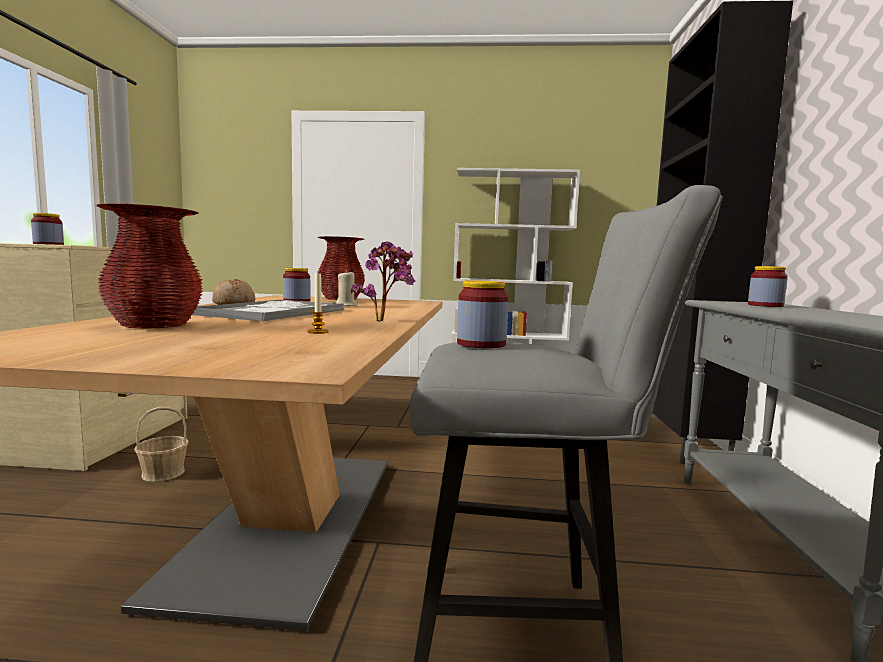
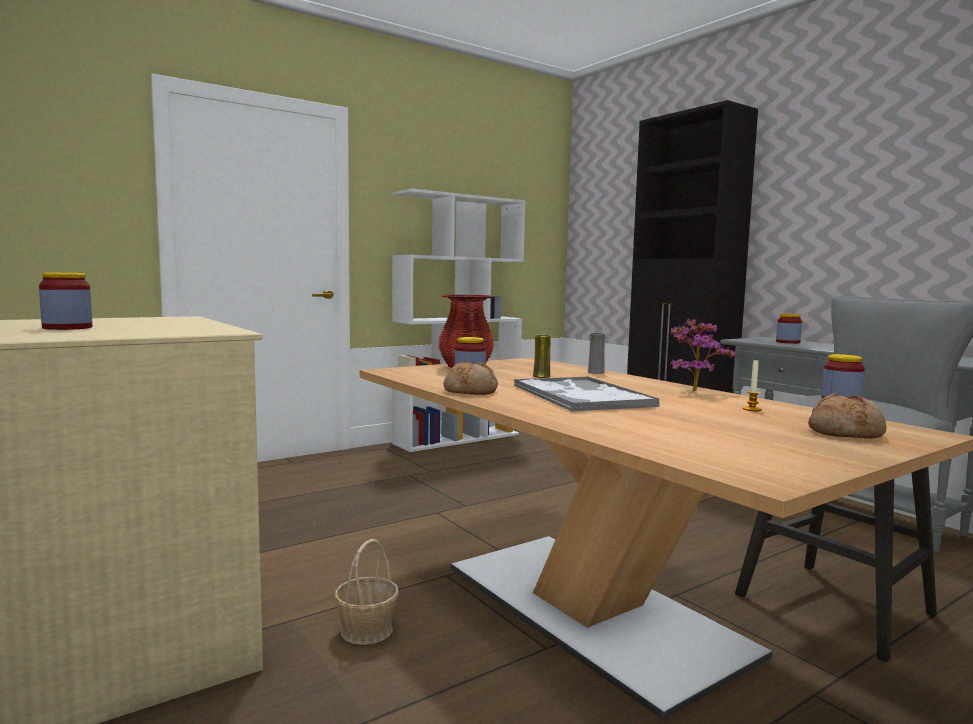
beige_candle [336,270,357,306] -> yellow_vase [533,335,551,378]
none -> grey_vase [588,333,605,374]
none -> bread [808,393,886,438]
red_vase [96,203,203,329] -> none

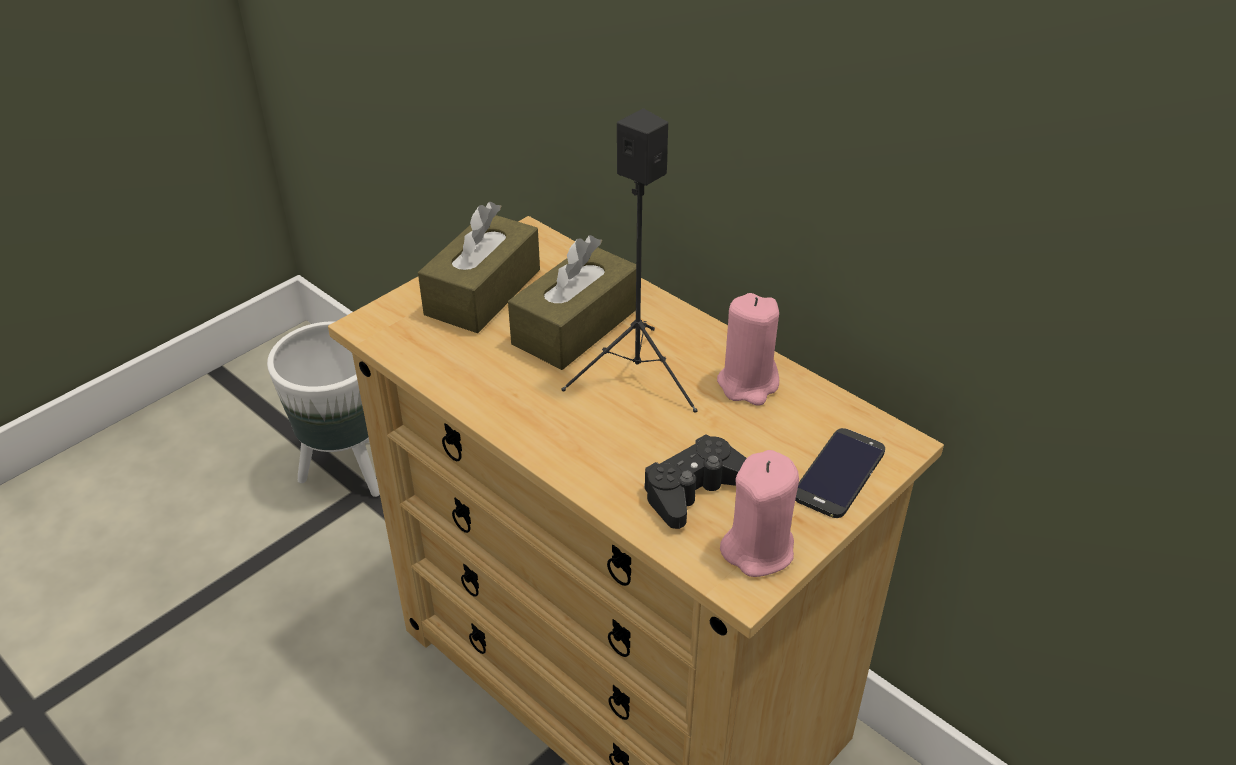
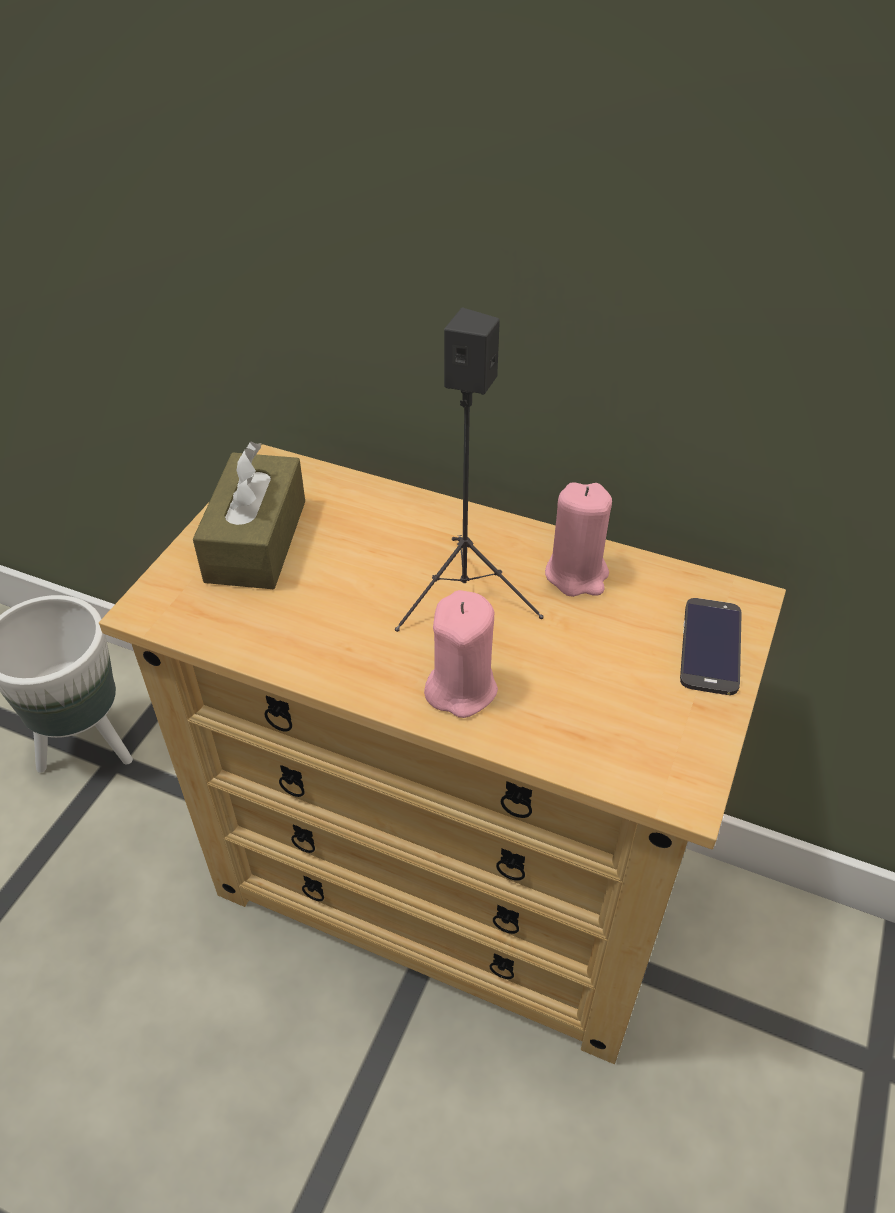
pink_candle [720,450,799,577] -> pink_candle [424,590,498,718], relocated
brown_tissue_box [508,235,636,370] -> none
black_game_controller [644,434,747,529] -> none

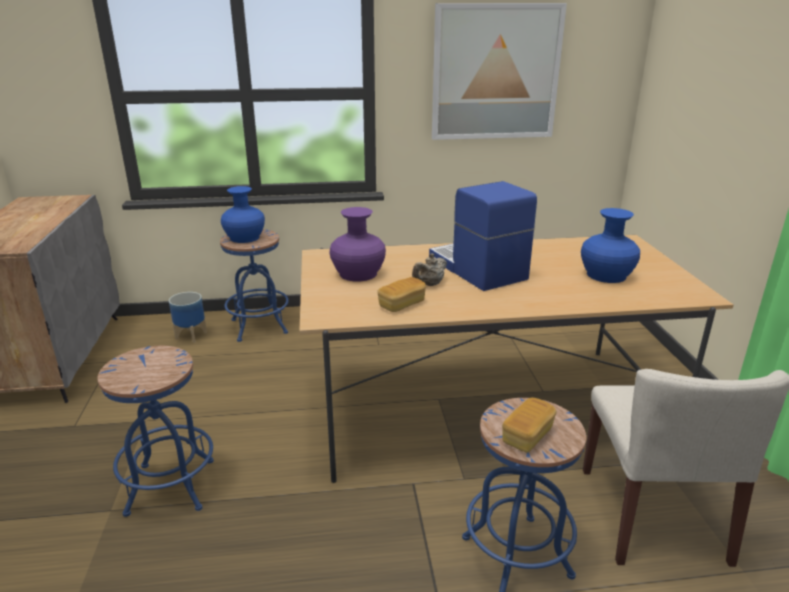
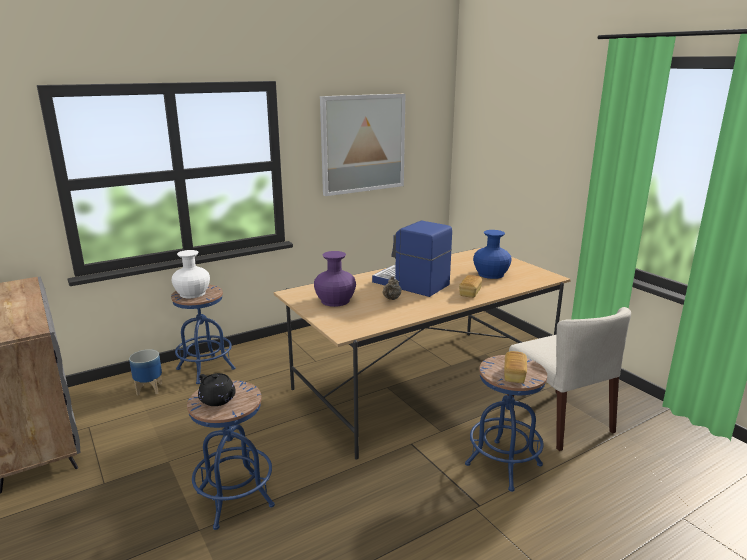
blue_vase [221,186,265,243] -> white_vase [172,250,210,298]
none -> black_teapot [198,373,236,406]
bread [377,277,426,312] -> bread [459,275,482,298], relocated

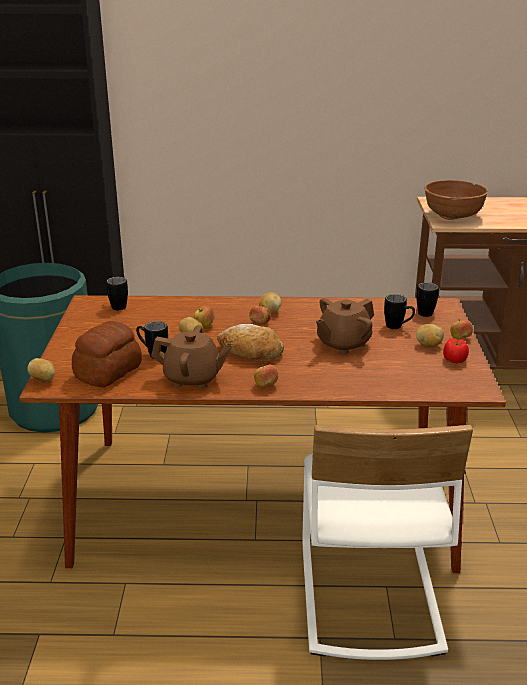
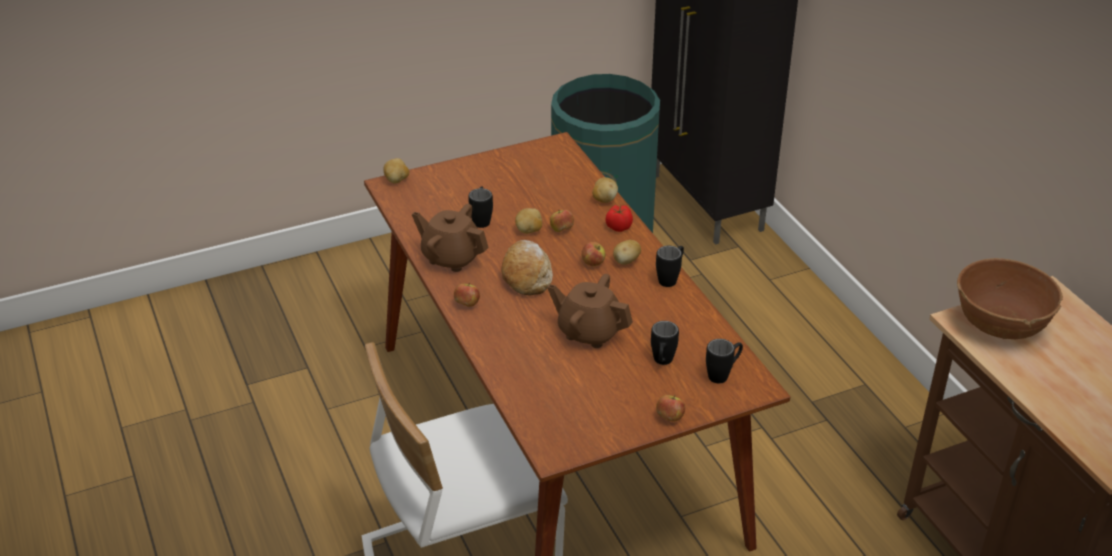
brown_teapot [151,325,233,389] -> brown_teapot [412,204,489,272], 135 degrees clockwise
potato [416,324,444,347] -> potato [592,177,618,203], relocated
tomato [443,338,469,363] -> tomato [605,205,633,232], relocated
black_mug [106,277,128,310] -> black_mug [656,246,684,287], relocated
bread [72,321,142,387] -> none

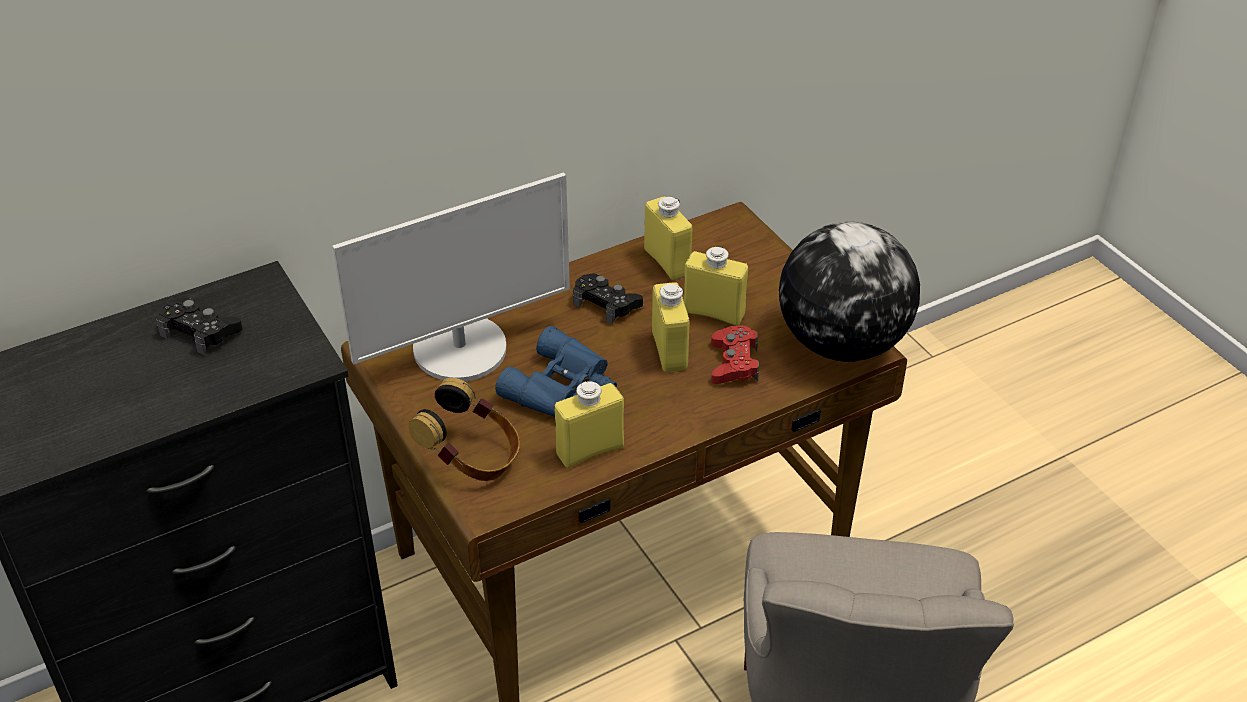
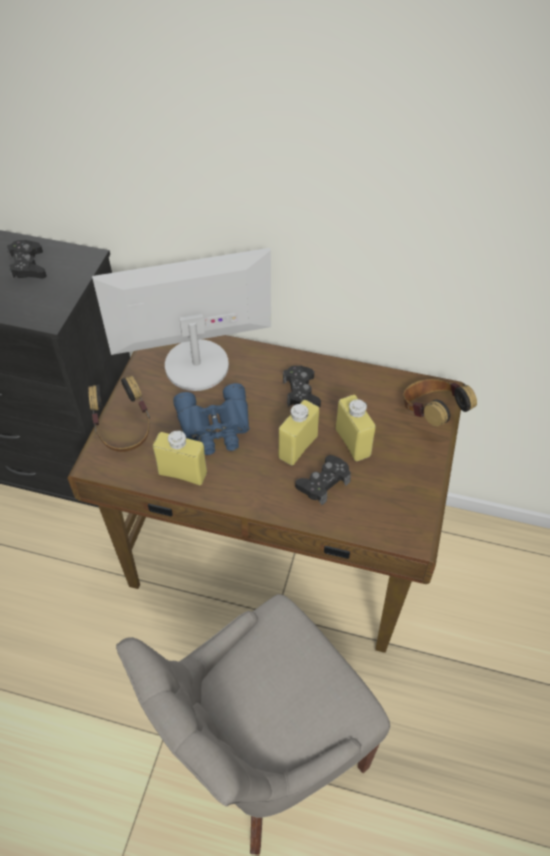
monitor [332,172,570,381] -> monitor [92,248,271,391], 150 degrees clockwise
red_game_controller [711,325,759,384] -> black_game_controller [295,455,351,505]
none -> headphones [403,379,477,427]
yellow_bottle [644,197,692,280] -> none
globe [779,222,920,362] -> none

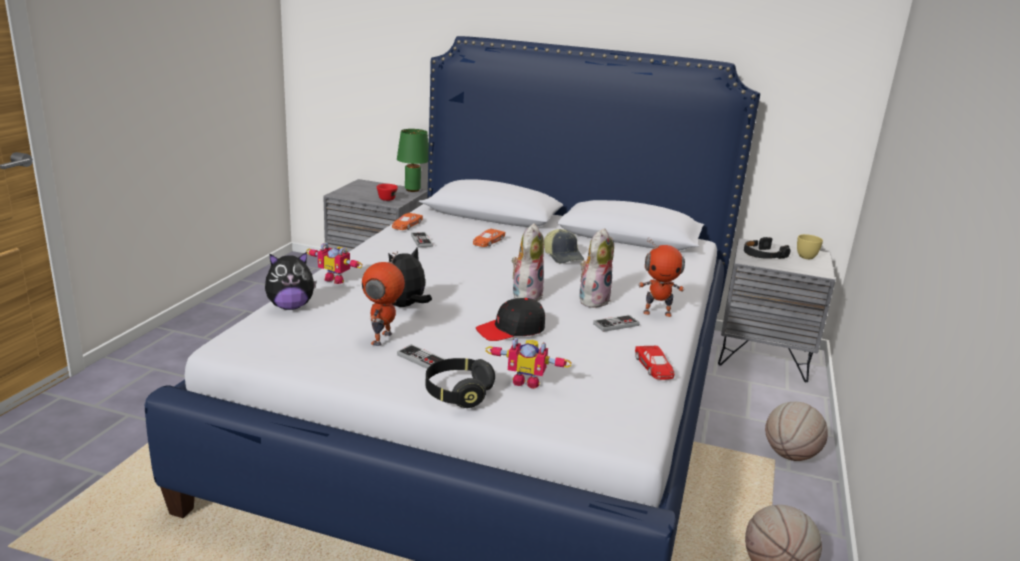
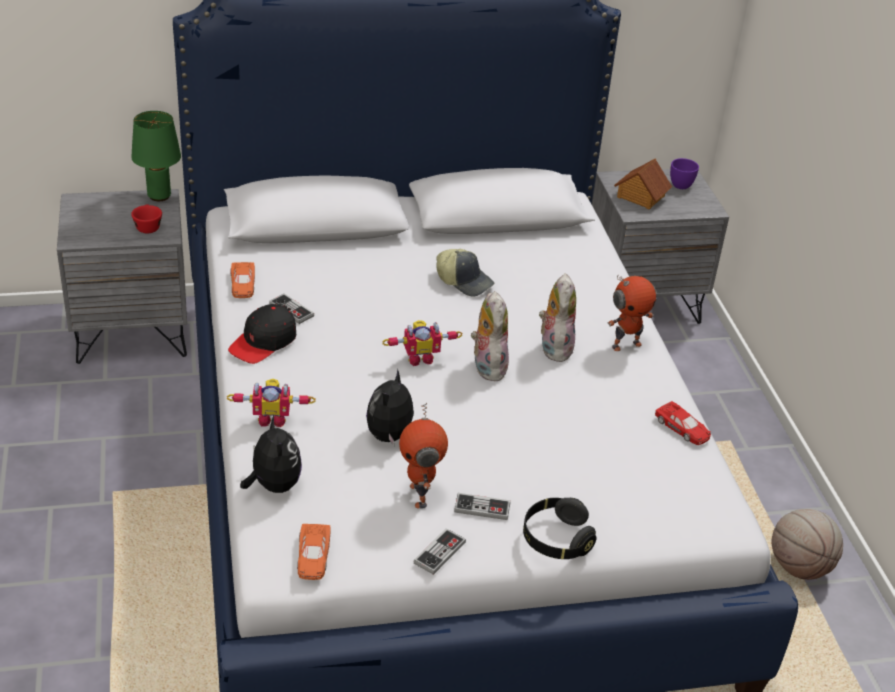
black_cap [476,298,545,341] -> black_cap [228,304,296,364], relocated
plush_toy [265,252,317,310] -> plush_toy [240,416,302,493], 60 degrees counterclockwise
orange_toy_car [473,229,505,247] -> orange_toy_car [297,524,331,580], relocated
toy_robot [485,337,572,389] -> toy_robot [382,320,463,366], relocated
game_controller [593,315,639,332] -> game_controller [413,528,466,575], relocated
black_headphones [744,237,791,259] -> toy_house [614,158,672,209]
yellow_cup [797,234,823,259] -> purple_cup [670,158,699,189]
basketball [765,401,828,461] -> none

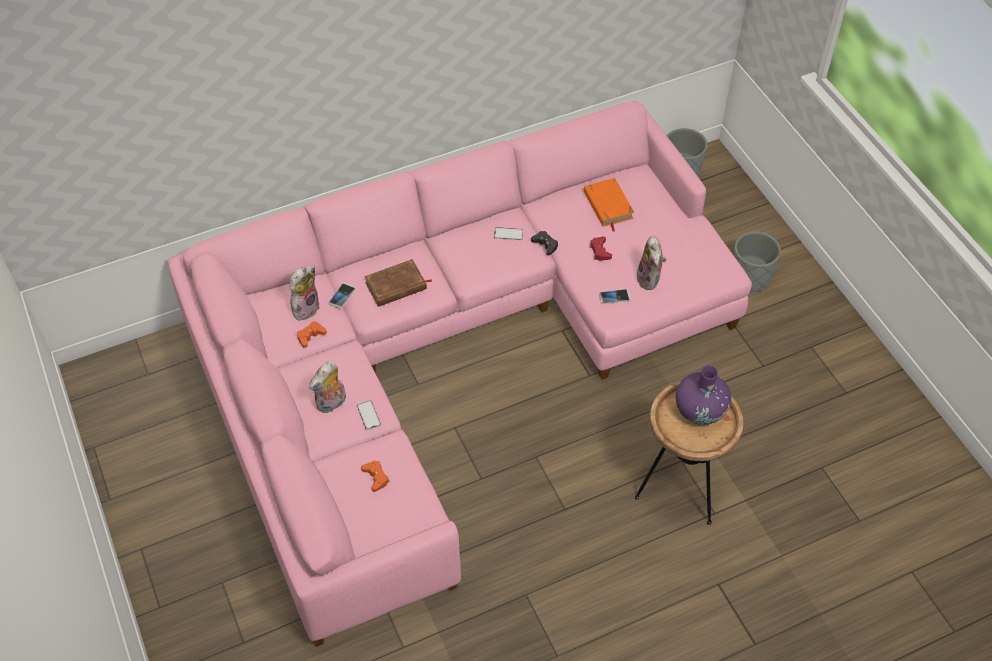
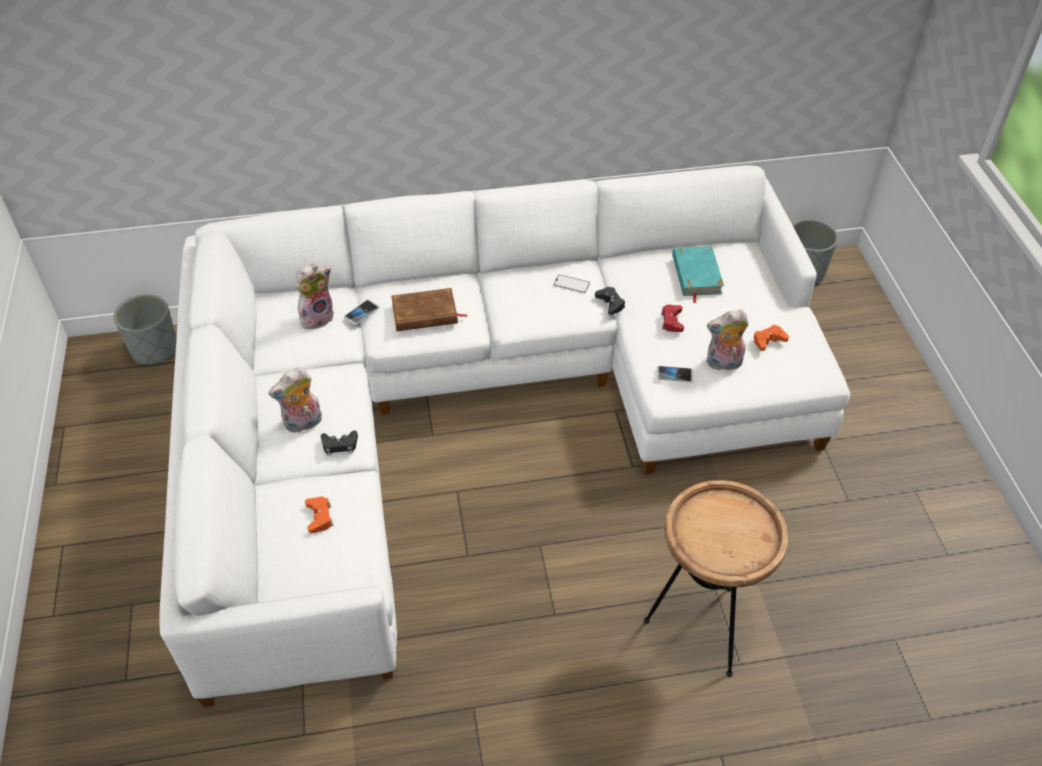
grey_planter [733,231,781,292] -> grey_planter [114,294,176,365], relocated
pink_sofa [168,101,752,647] -> white_sofa [159,165,850,707]
phone [357,400,381,430] -> black_game_controller [321,431,358,456]
orange_book [584,178,634,231] -> turquoise_book [672,246,724,303]
plush_toy [636,235,667,290] -> plush_toy [707,310,749,370], 75 degrees clockwise
orange_game_controller [297,321,327,348] -> orange_game_controller [753,324,789,351], relocated
purple_vase [676,365,731,425] -> none

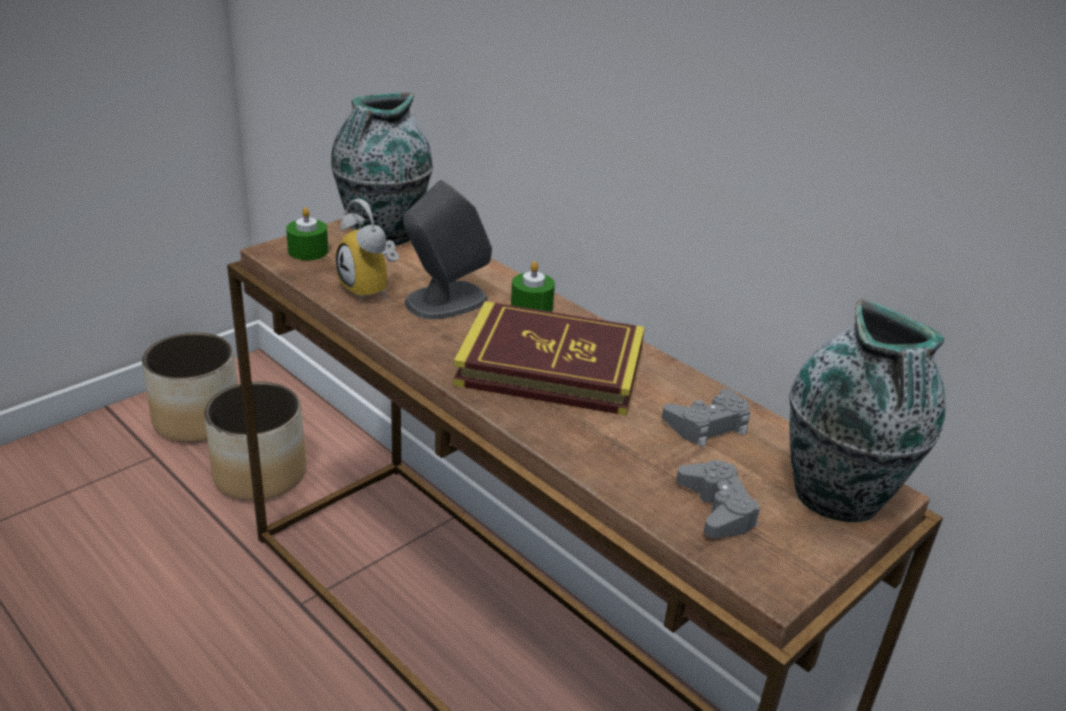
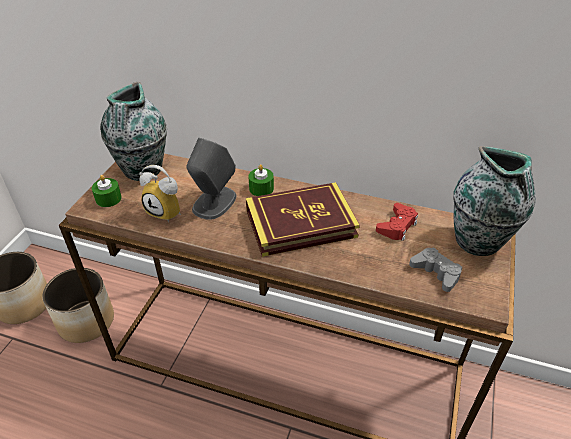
grey_game_controller [662,389,750,447] -> red_game_controller [376,203,418,241]

